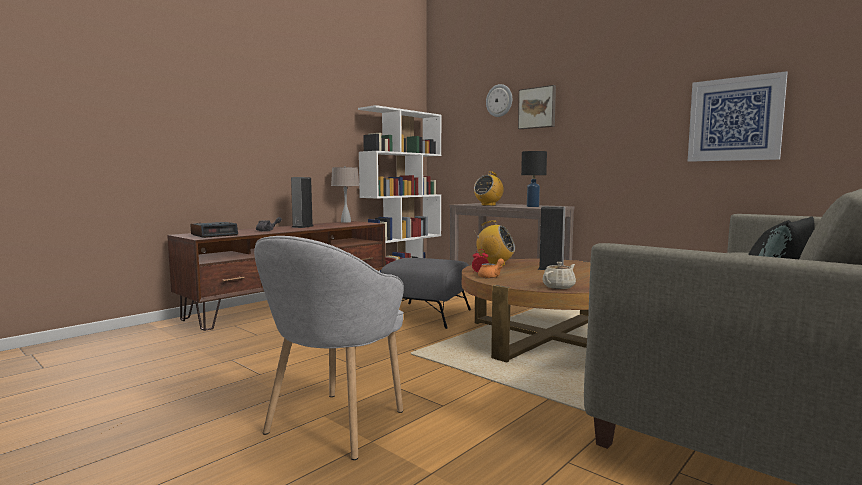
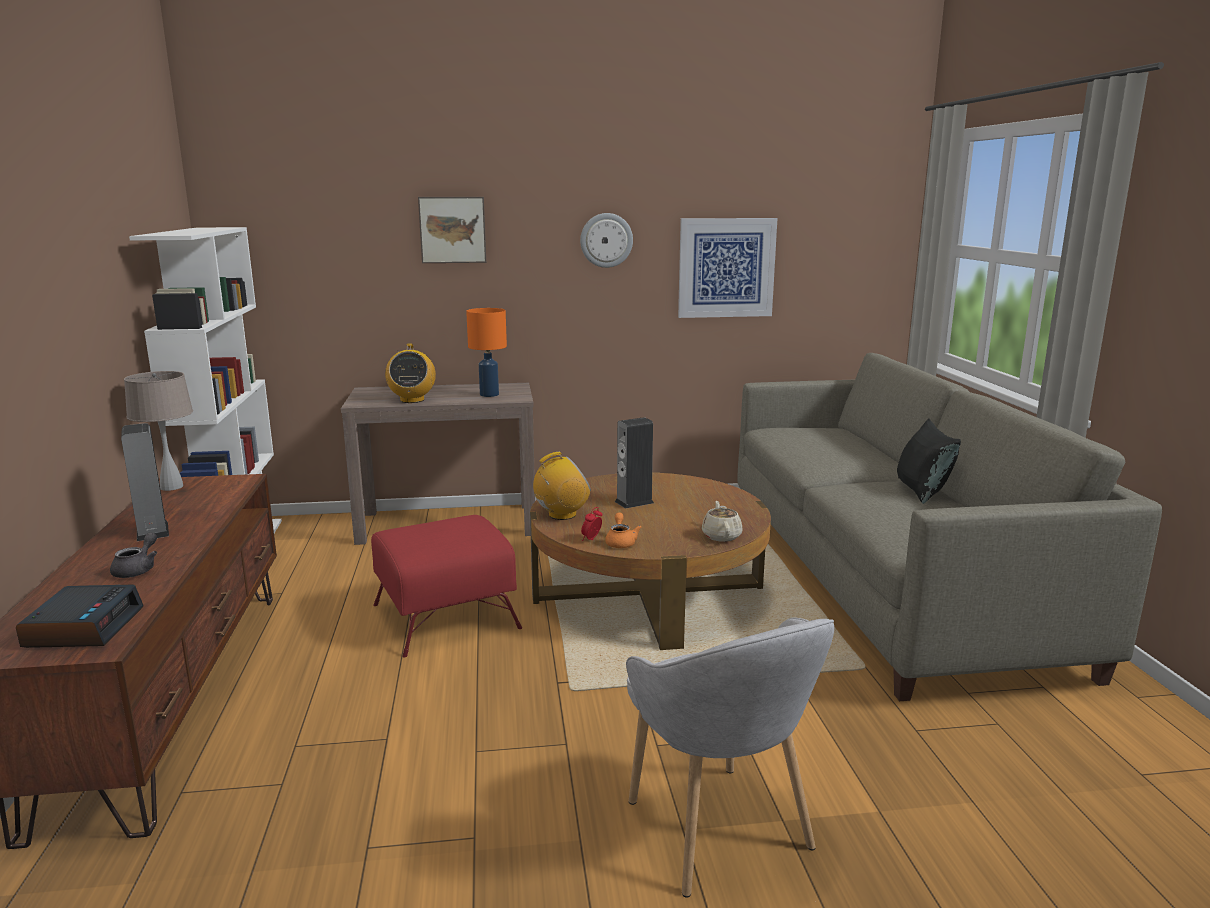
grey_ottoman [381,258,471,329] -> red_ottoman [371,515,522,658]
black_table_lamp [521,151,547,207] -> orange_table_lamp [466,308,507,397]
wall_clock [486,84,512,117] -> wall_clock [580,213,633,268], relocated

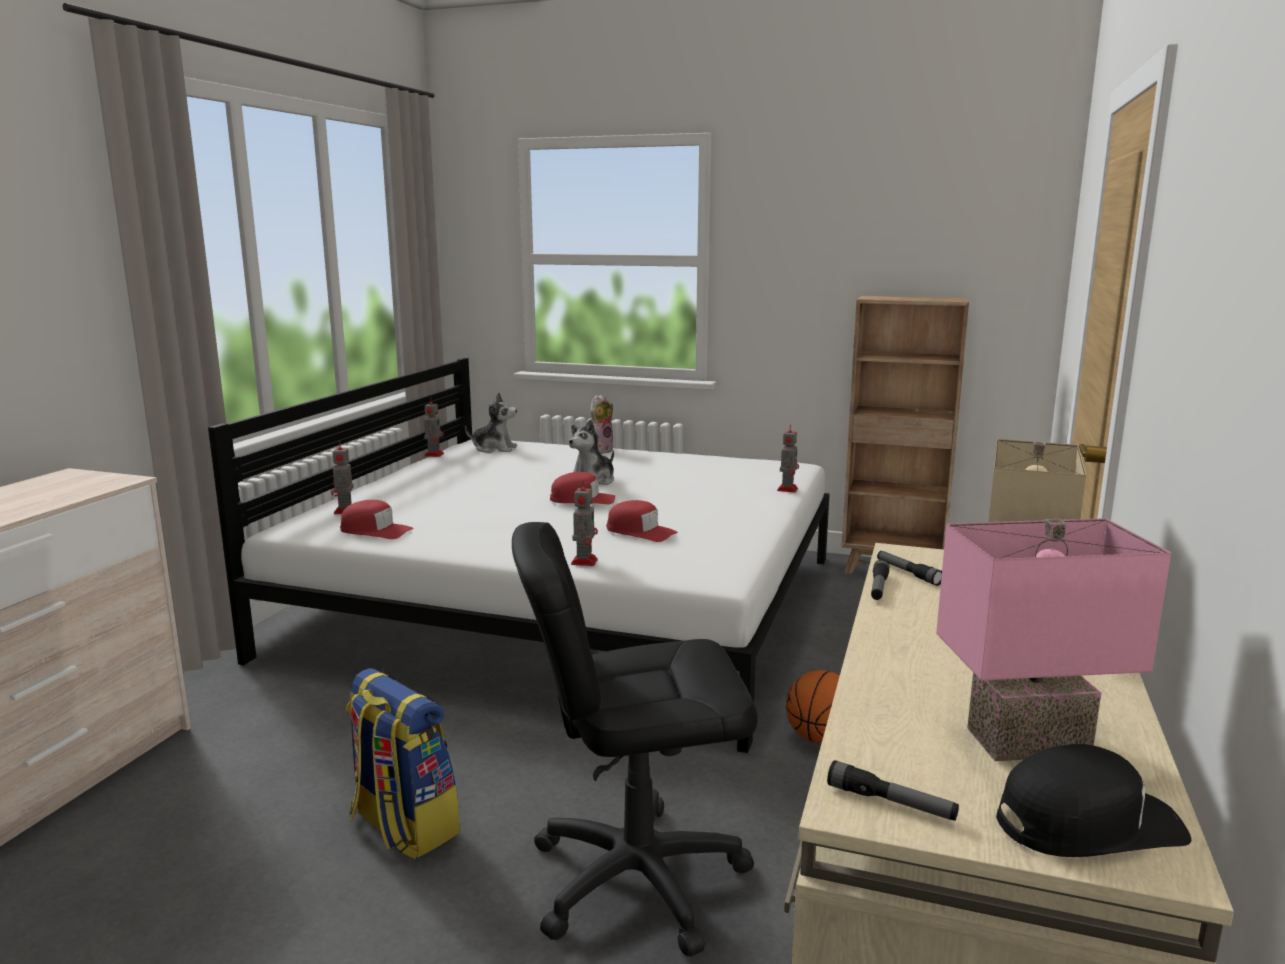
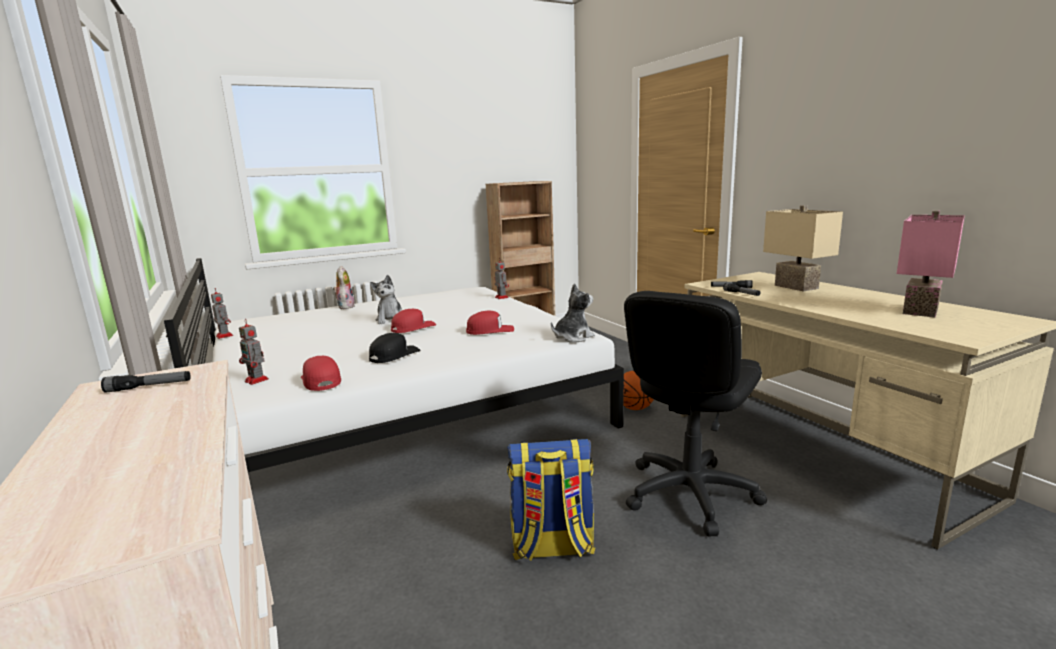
flashlight [827,760,959,821] -> flashlight [101,371,191,392], relocated
red_cap [340,500,414,539] -> red_cap [301,356,341,391], 90 degrees counterclockwise
black_cap [996,744,1192,857] -> black_cap [369,333,420,363], relocated
plush_toy [465,392,517,453] -> plush_toy [551,284,595,343], relocated
toy_robot [571,480,598,566] -> none

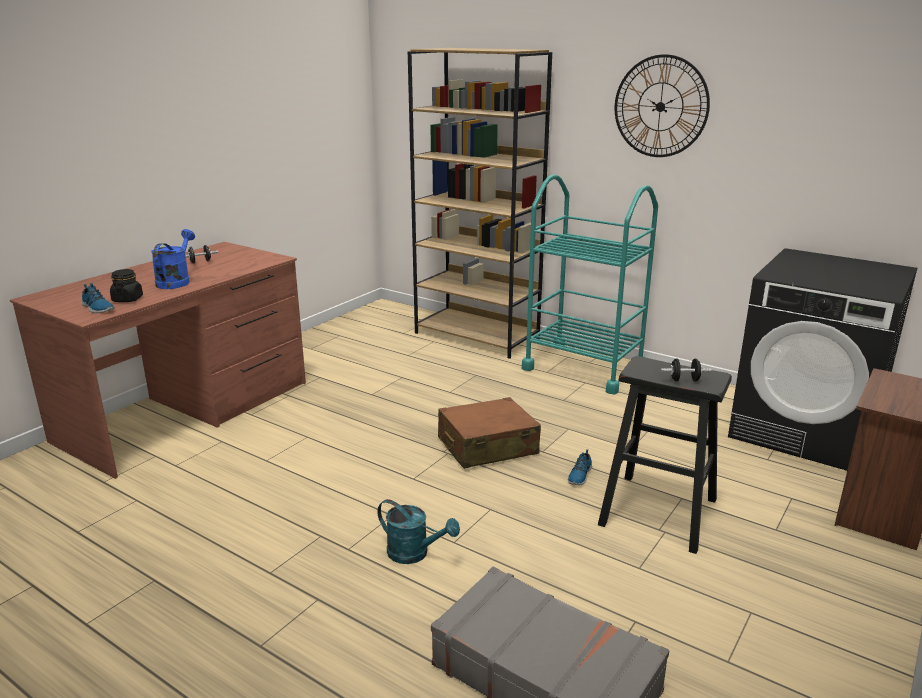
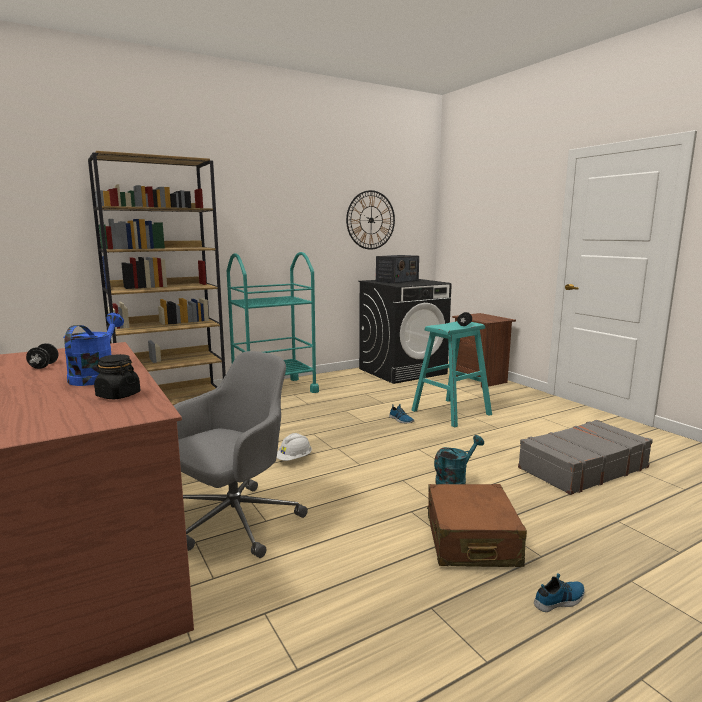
blue_watering_can [151,229,195,289] -> blue_watering_can [63,313,124,386], 60 degrees clockwise
none -> grey_office_chair [173,351,308,558]
none -> white_hard_hat [277,433,312,461]
wall_clock [615,54,710,157] -> wall_clock [346,190,395,250], relocated
none -> radio [376,255,419,283]
black_stool [598,356,732,554] -> turquoise_stool [411,321,492,427]
brown_suitcase [438,397,541,469] -> brown_suitcase [427,484,527,567], relocated
shoe [82,283,115,313] -> shoe [534,573,585,612], relocated

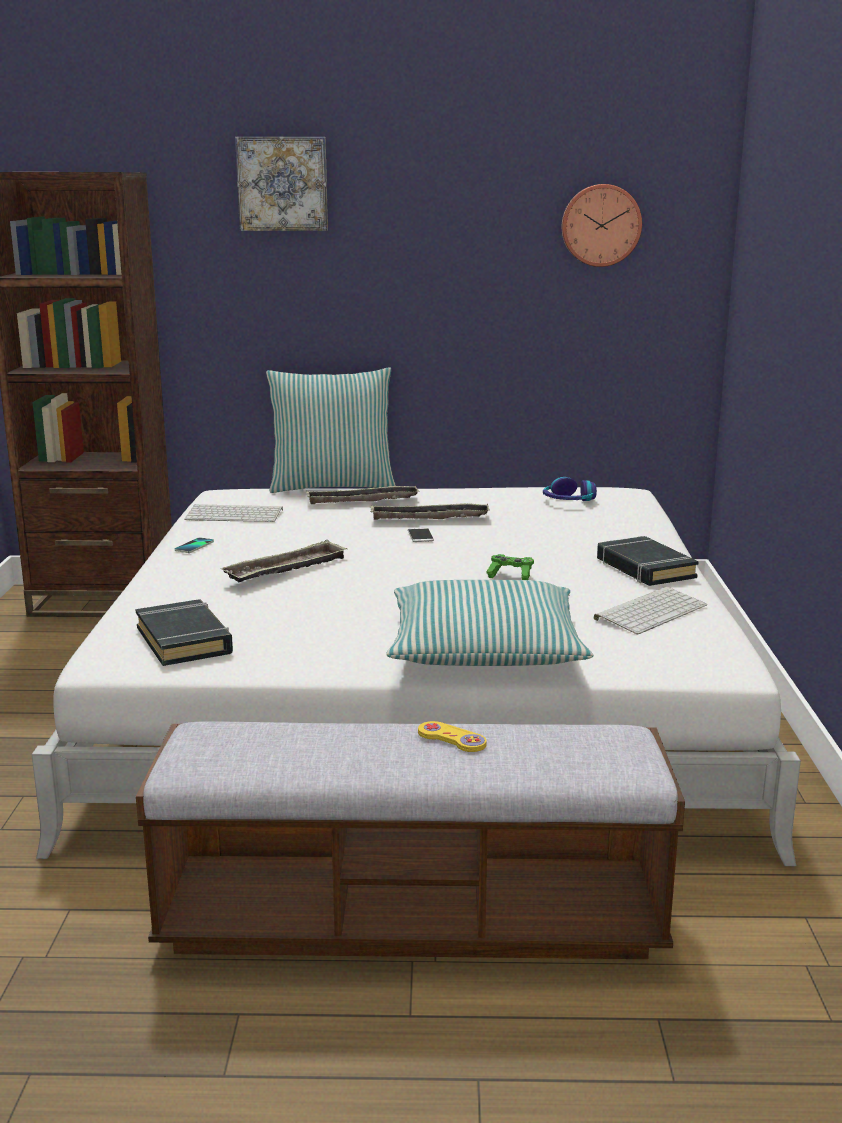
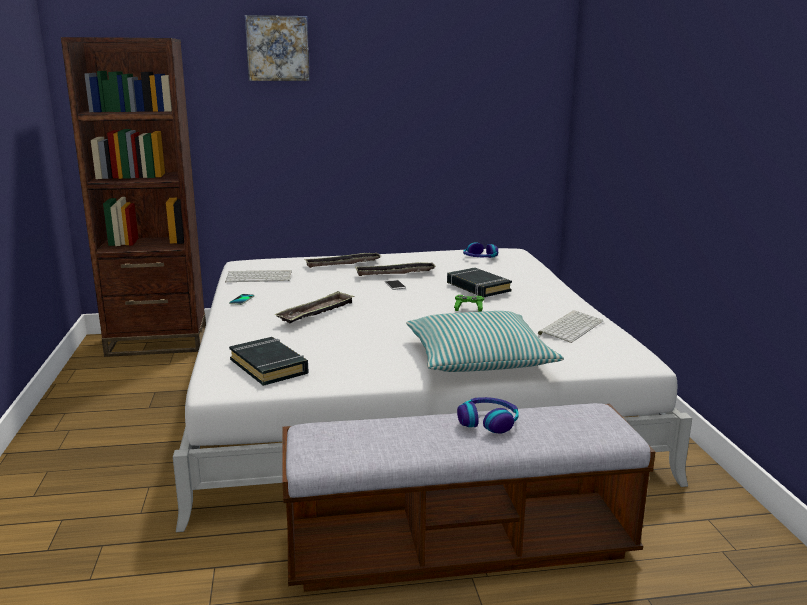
black_book [597,536,699,586] -> black_book [447,268,512,297], relocated
yellow_game_controller [418,721,487,752] -> headphones [457,397,519,434]
pillow [266,367,396,493] -> none
wall_clock [562,184,642,267] -> none

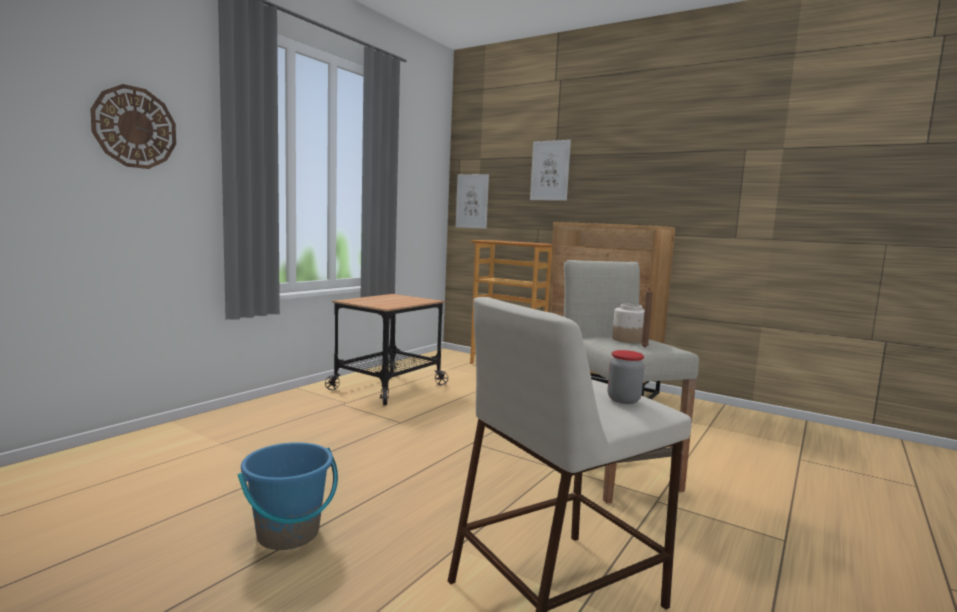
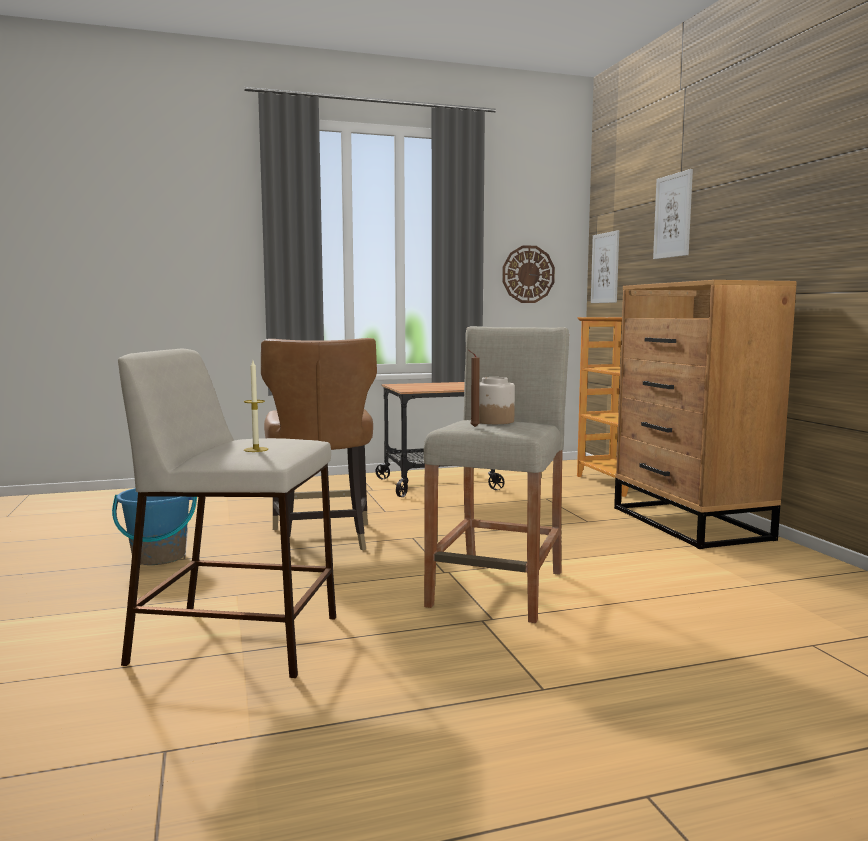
jar [608,350,644,404] -> candle [244,361,268,452]
none -> brown_chair [261,338,377,550]
wall_clock [90,84,176,169] -> wall_clock [502,245,555,303], relocated

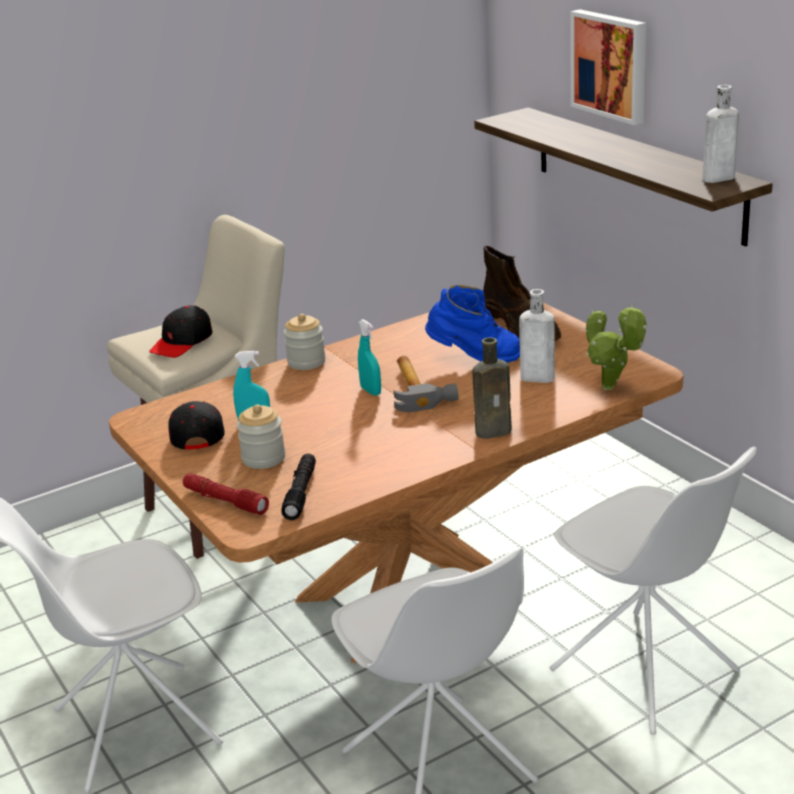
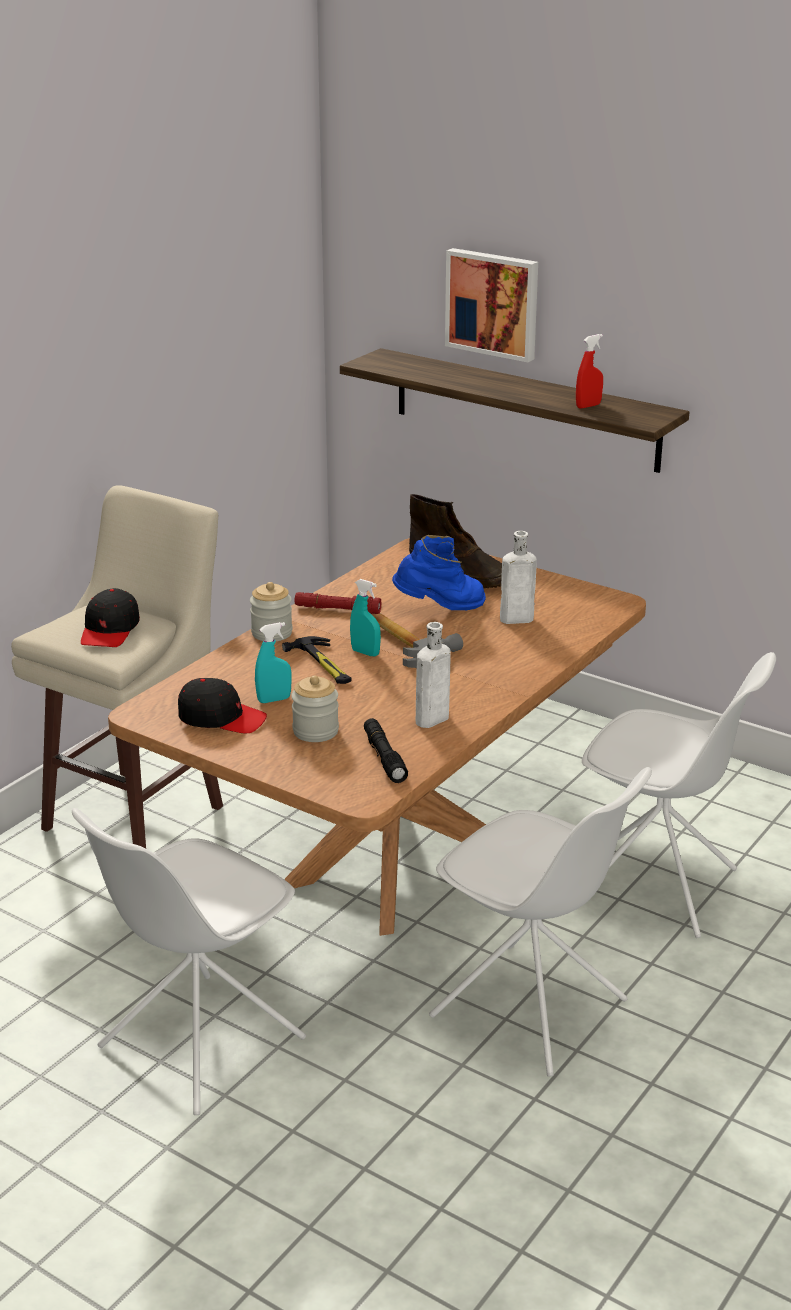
black_cap [169,401,225,450] -> black_cap [178,678,267,733], 135 degrees clockwise
none -> hammer [282,636,351,684]
red_flashlight [183,473,269,515] -> red_flashlight [295,592,381,614], relocated
white_bottle [702,85,739,183] -> white_bottle [416,622,451,728], relocated
none -> red_spray_bottle [576,334,603,409]
brown_bottle [472,337,512,439] -> none
potted_plant [586,304,647,390] -> none

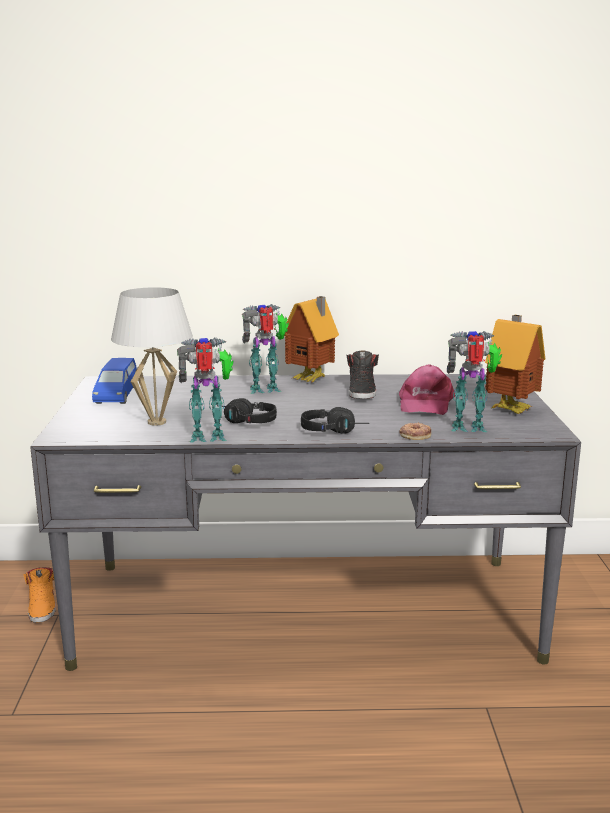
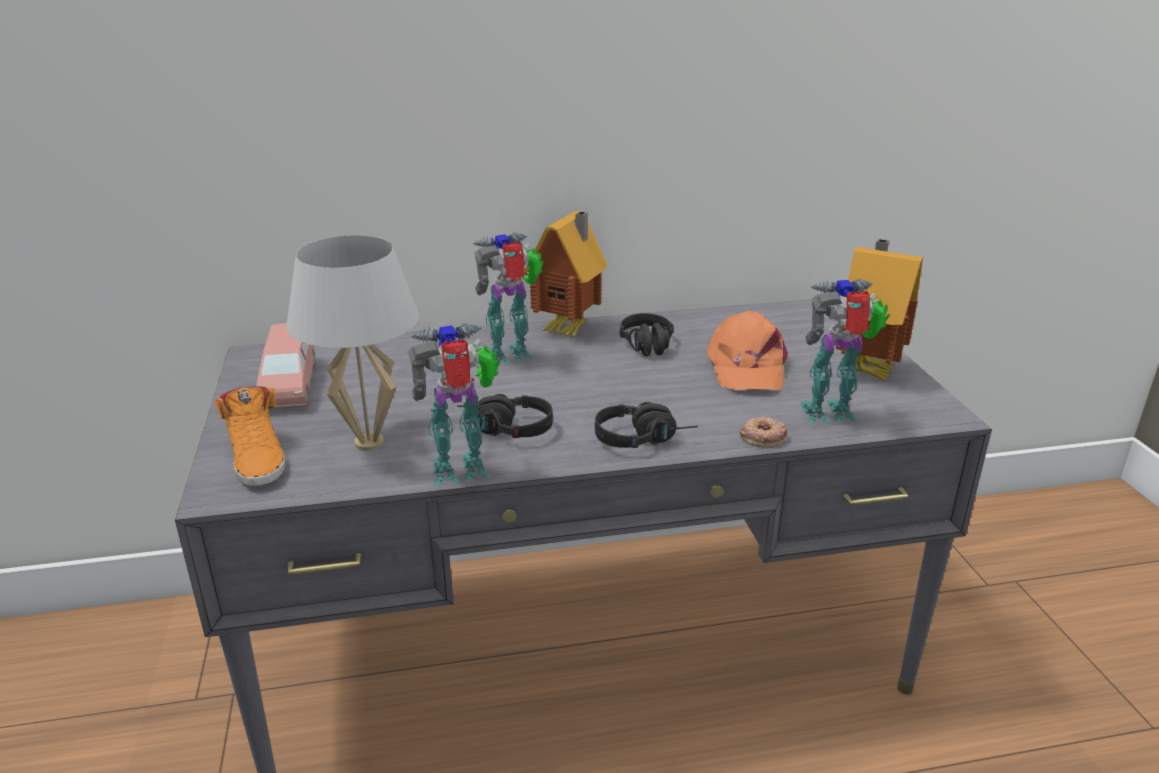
orange_shoe [23,567,56,623] -> orange_shoe [214,387,285,487], relocated
blue_toy_car [92,358,137,404] -> pink_toy_car [256,323,316,408]
black_shoe [346,350,379,399] -> black_headphones [620,313,674,356]
pink_cap [399,364,455,415] -> orange_cap [707,311,788,390]

